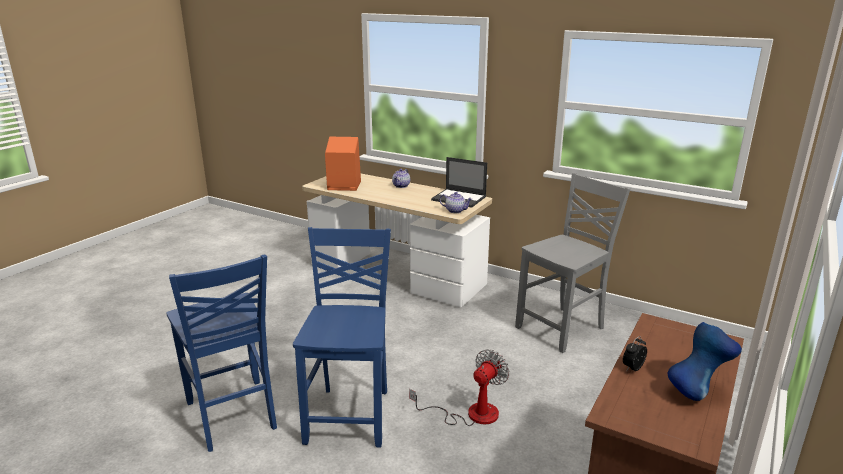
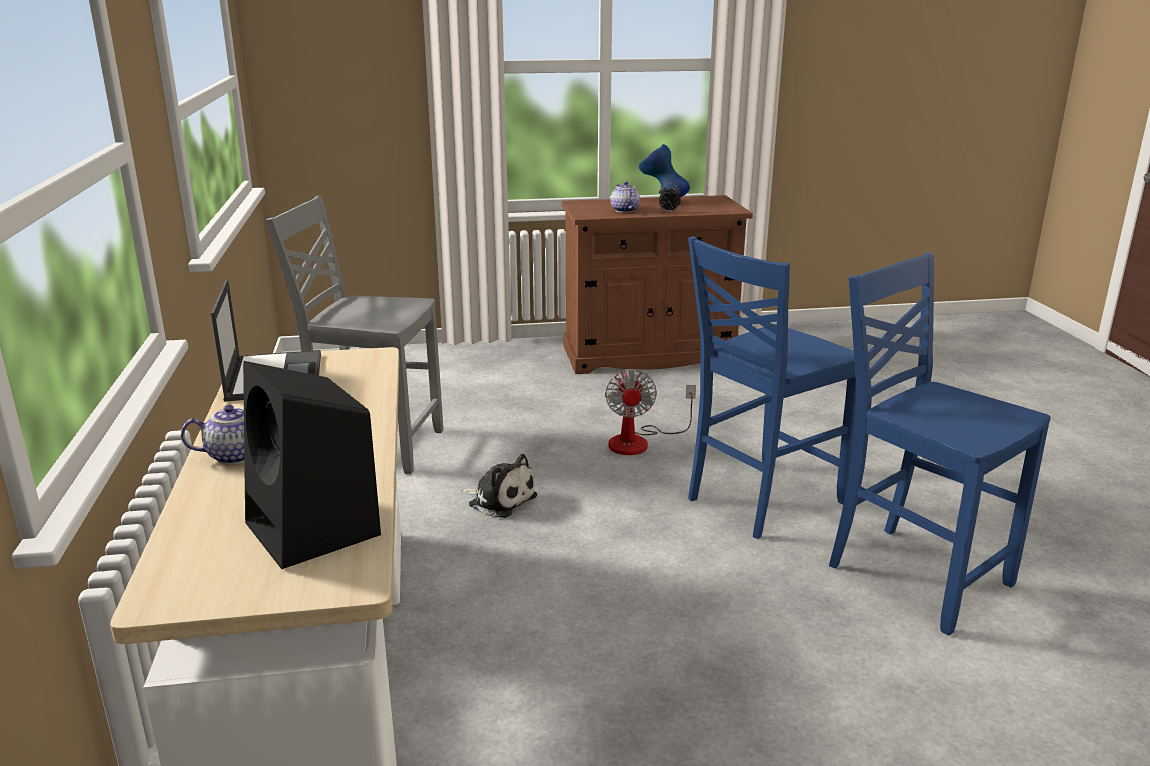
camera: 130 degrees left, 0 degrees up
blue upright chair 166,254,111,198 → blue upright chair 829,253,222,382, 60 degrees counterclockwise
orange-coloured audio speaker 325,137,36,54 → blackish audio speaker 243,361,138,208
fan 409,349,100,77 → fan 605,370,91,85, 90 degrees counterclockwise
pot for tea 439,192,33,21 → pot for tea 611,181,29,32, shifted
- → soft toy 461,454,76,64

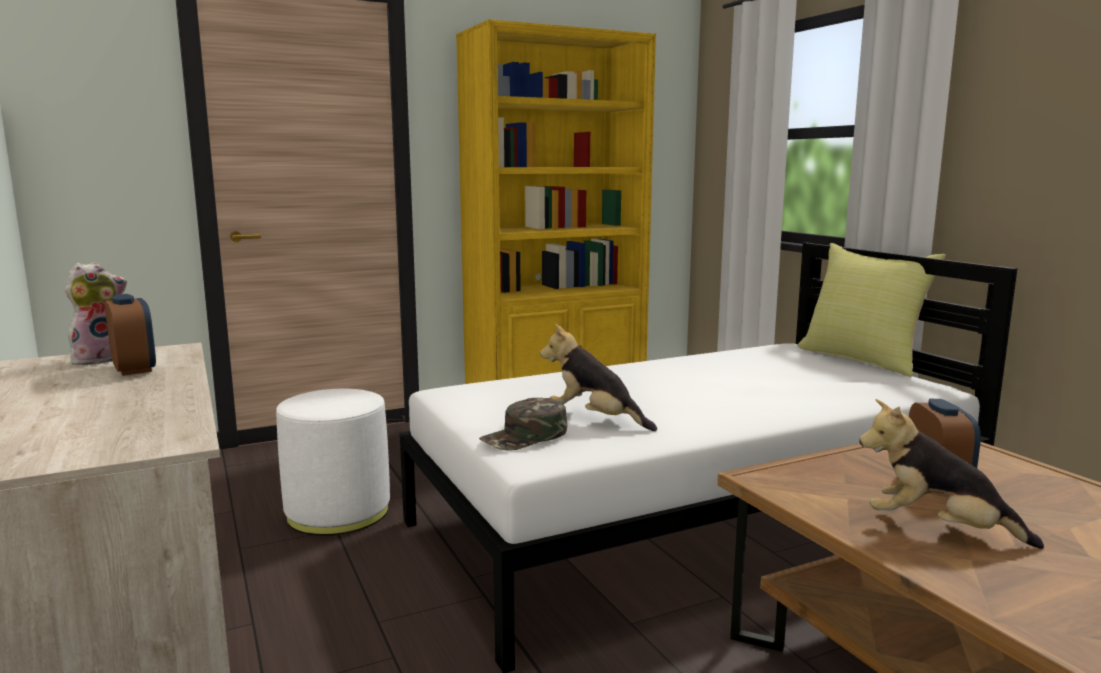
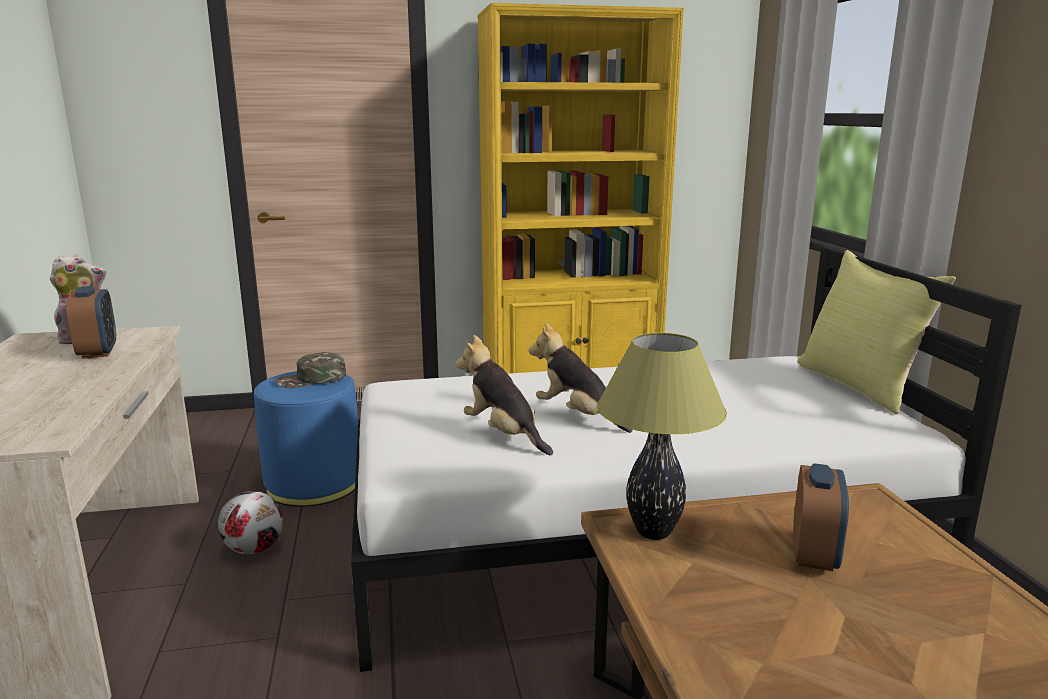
camera: 15 degrees right, 5 degrees up
white-coloured ottoman 276,389,114,147 → blue ottoman 254,371,104,136
greenish baseball cap 479,398,88,53 → greenish baseball cap 275,352,71,36, shifted
soft toy 859,399,185,150 → soft toy 529,323,104,110, shifted
- → football ball 218,491,65,63
- → tabletop lamp 597,333,130,207

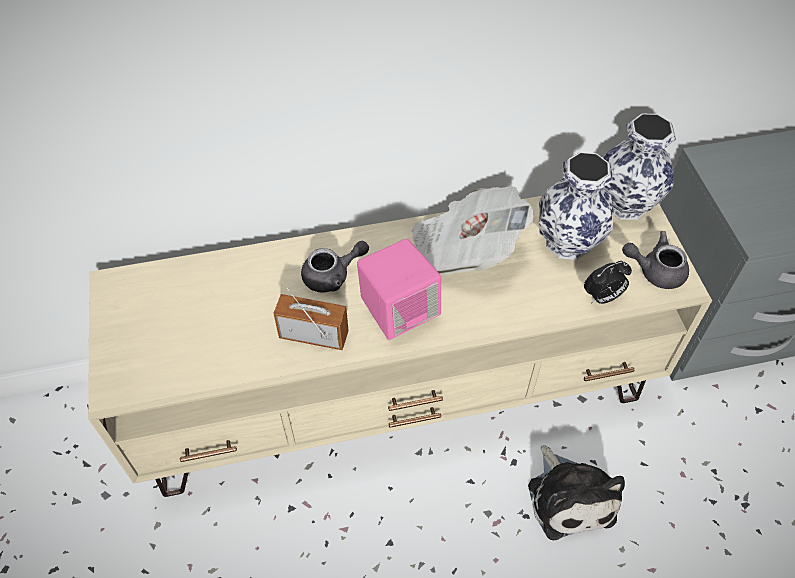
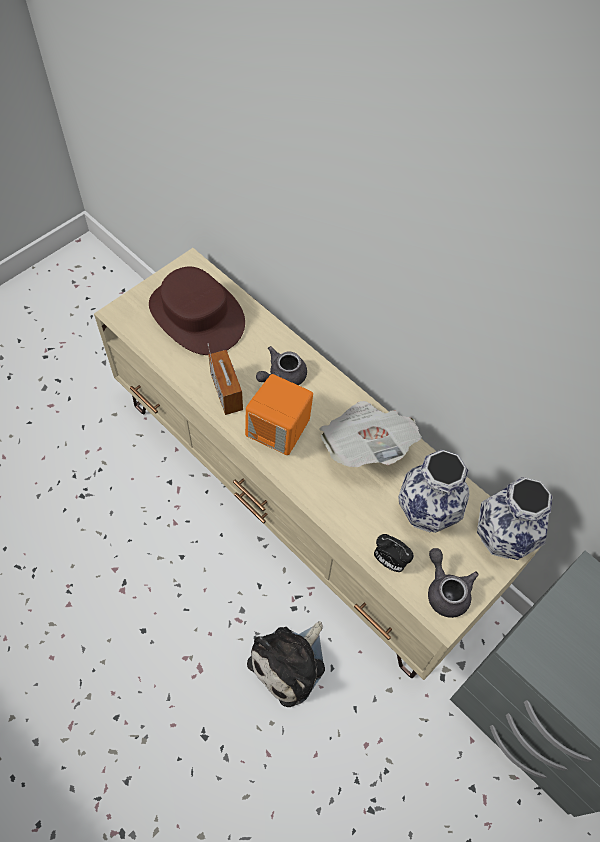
camera: 55 degrees right, 5 degrees up
gray pot for tea 301,241,68,51 → gray pot for tea 256,346,51,39, 105 degrees clockwise
pink-coloured audio speaker 357,239,84,101 → orange-coloured audio speaker 245,374,68,81
- → brownish wearable hat 149,267,96,88

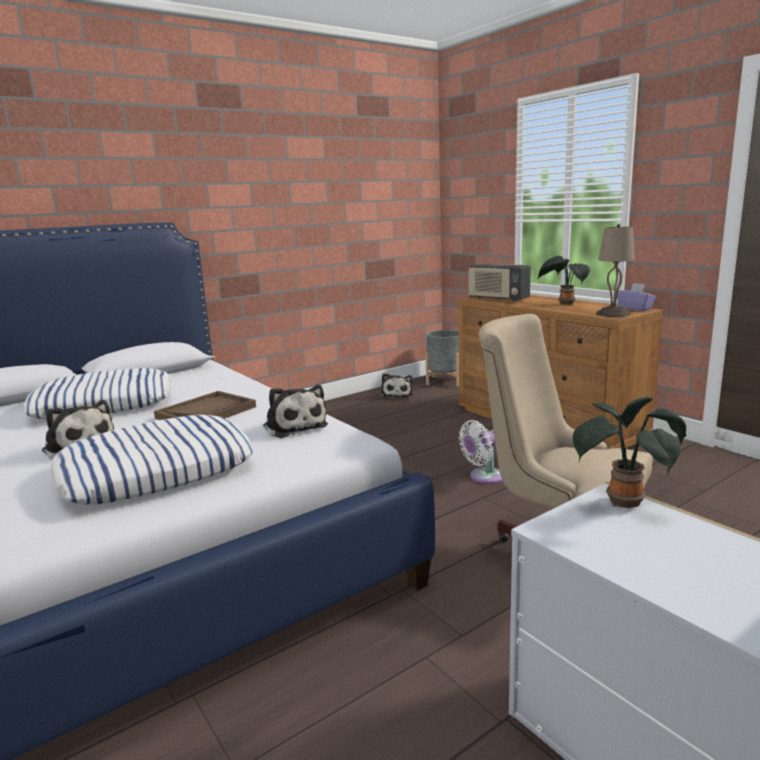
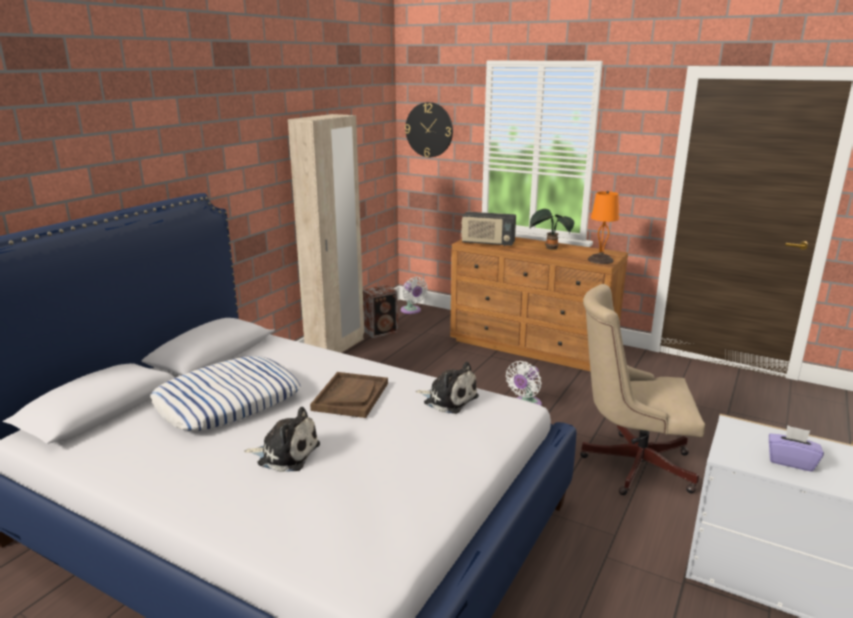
camera: 25 degrees left, 5 degrees up
pillow 51,415,202,89 → -
soft toy 381,373,32,26 → audio speaker 363,285,35,53
gray planter 425,330,34,56 → white-coloured fan 401,277,27,37
plant in a pot 573,397,113,111 → -
beige-coloured tabletop lamp 596,224,39,93 → orange-coloured tabletop lamp 588,191,31,73
purplish tissue box 617,283,39,28 → purplish tissue box 769,425,55,47, shifted
- → beige-coloured wardrobe 288,114,76,239
- → clock on the wall 405,102,48,55

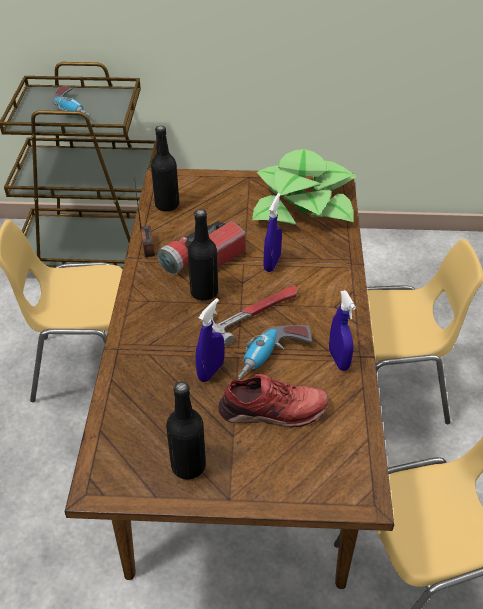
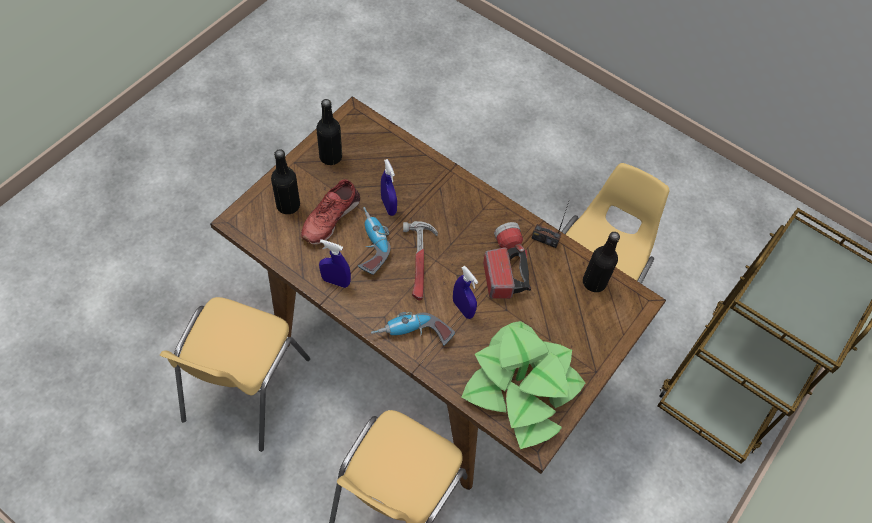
camera: 120 degrees right, 15 degrees up
power drill 52,87,39,29 → power drill 371,312,84,34, shifted
blackish drink bottle 188,209,30,92 → blackish drink bottle 271,149,29,65, shifted

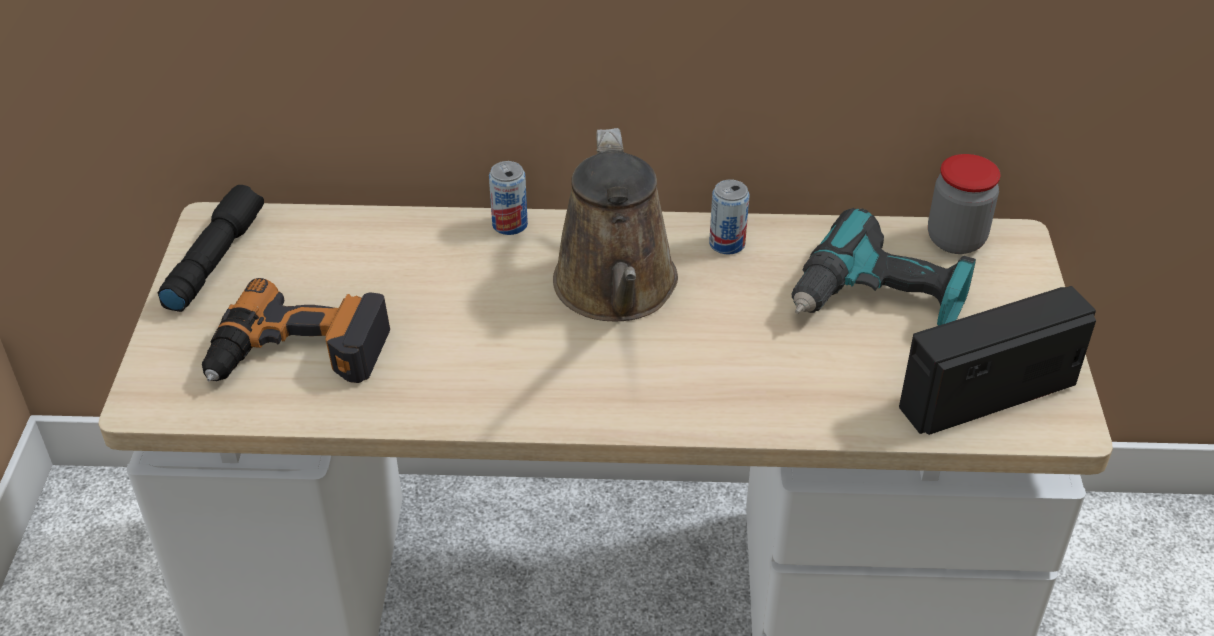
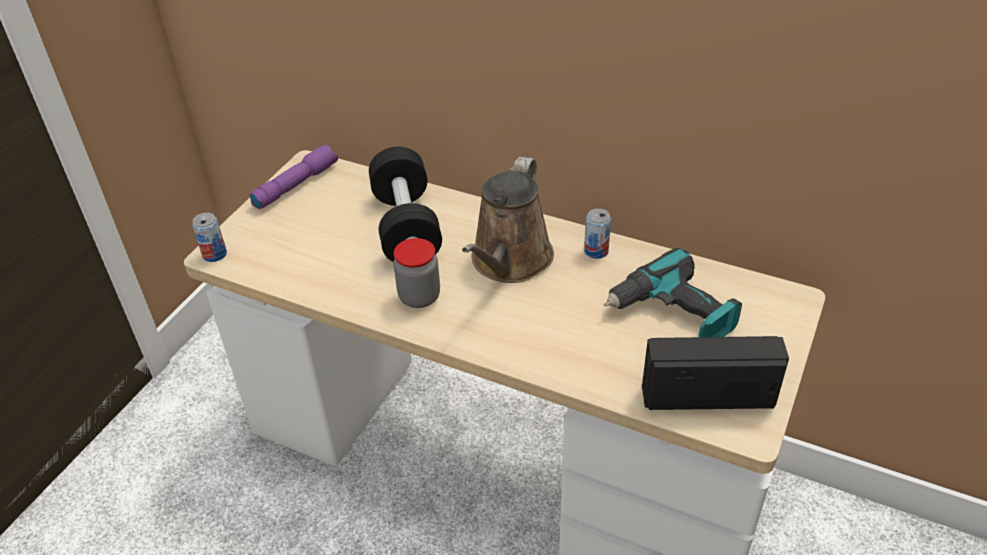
camera: 25 degrees right, 0 degrees up
blackish hand torch 158,185,106,127 → purplish hand torch 249,145,89,65
power drill 202,278,188,105 → -
metal can 489,161,39,74 → metal can 192,213,35,49, shifted
jar 928,154,73,100 → jar 393,238,47,70, shifted
- → blackish hand weight 369,147,73,115

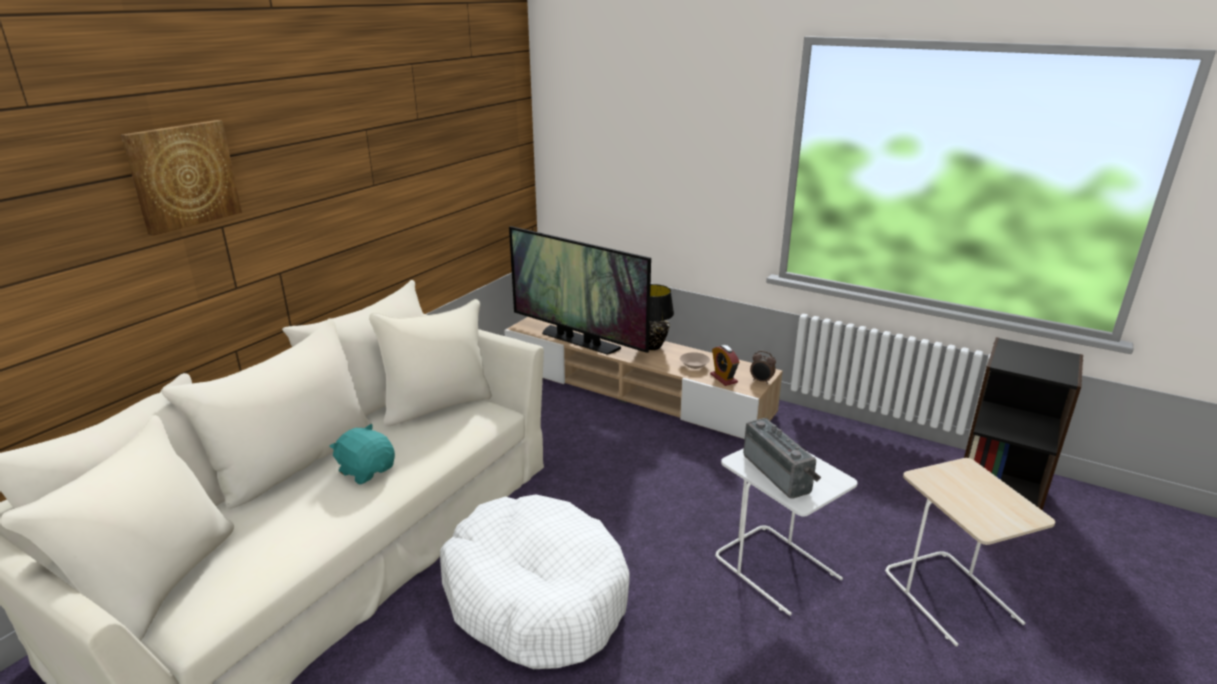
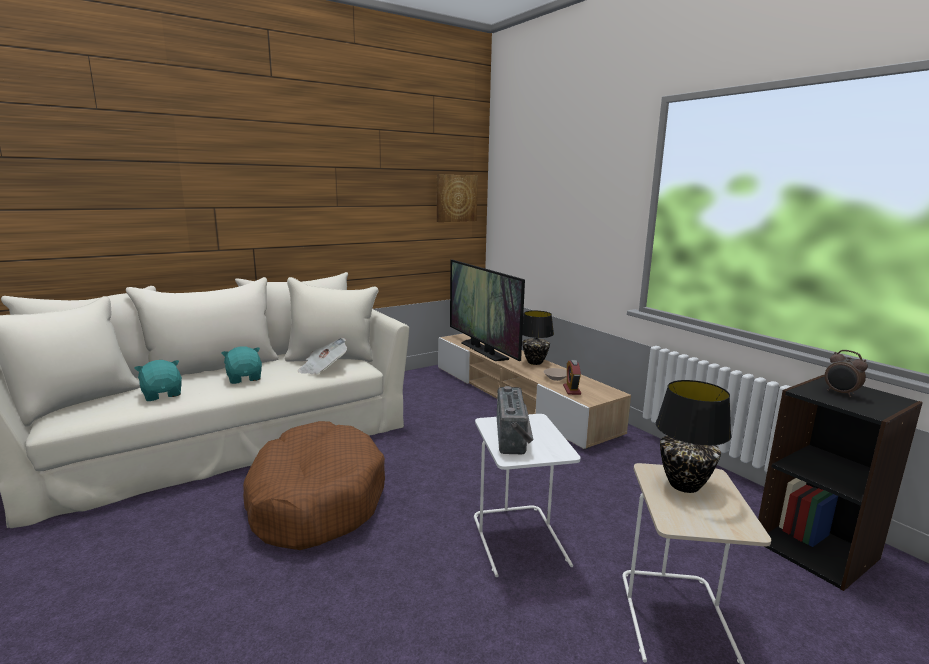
camera: 25 degrees right, 10 degrees down
picture 121,120,121,116 → picture 437,174,41,48, shifted
white-coloured dog cushion 440,494,190,175 → brownish dog cushion 243,421,142,129
table clock 750,351,26,33 → table clock 825,350,43,47, shifted
- → turquoise-coloured soft toy 134,360,48,41
- → newspaper 298,338,49,36
- → blackish tabletop lamp 656,380,75,113

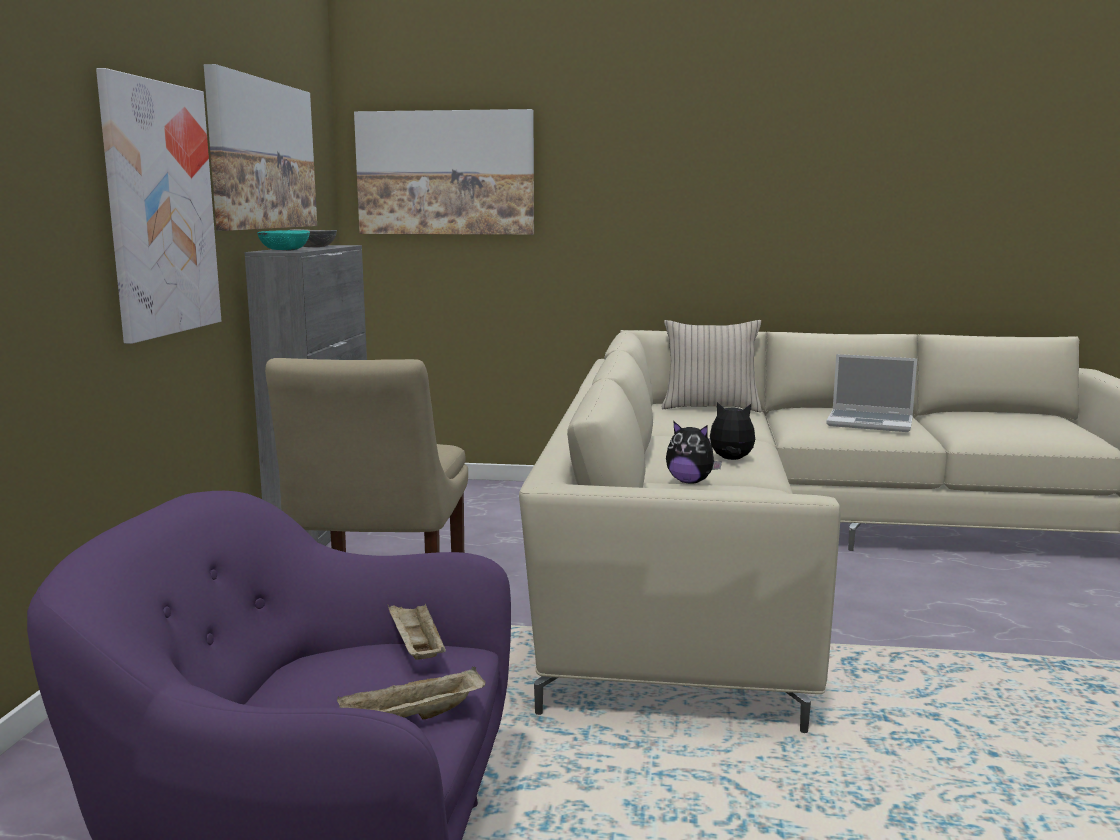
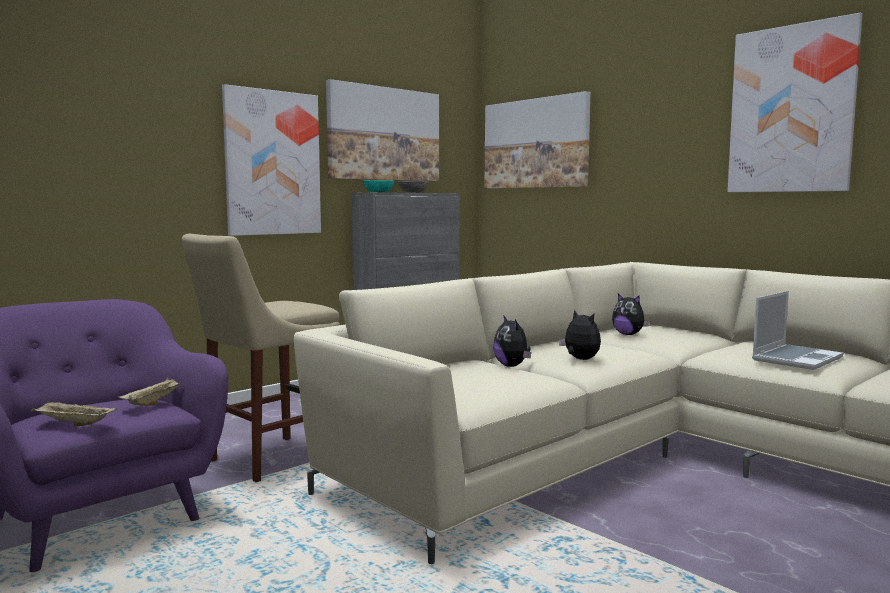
camera: 40 degrees right, 5 degrees down
beige-coloured pillow 662,320,100,92 → -
laptop 826,354,91,78 → laptop 752,291,91,79, 105 degrees counterclockwise
- → soft toy 612,294,38,41
- → picture 727,13,135,179

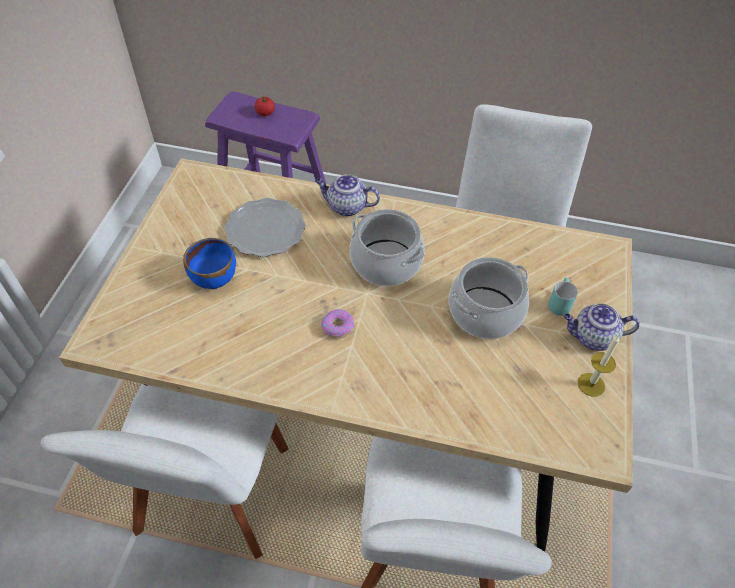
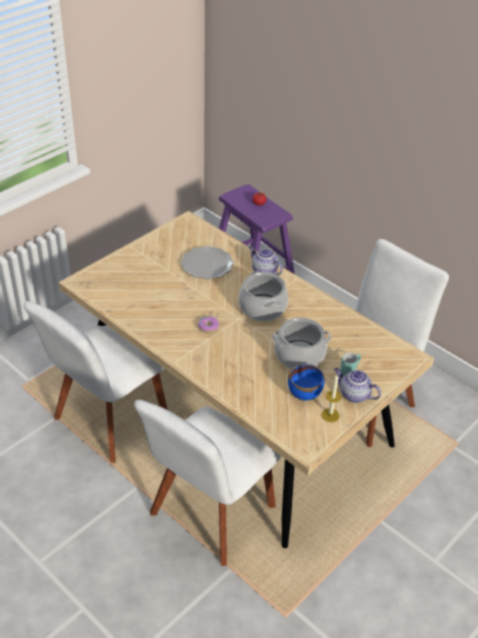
camera: 30 degrees right, 10 degrees down
blue bowl 183,238,53,51 → blue bowl 288,364,36,37, shifted

